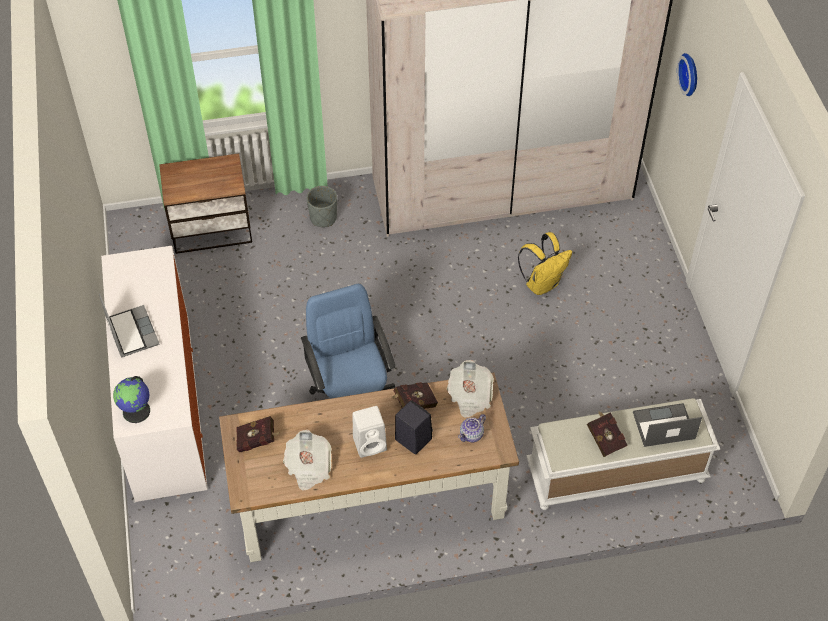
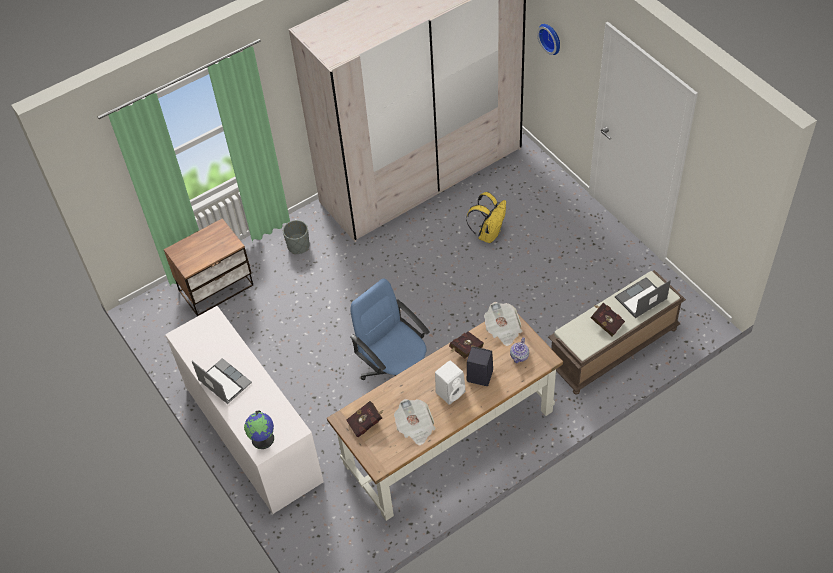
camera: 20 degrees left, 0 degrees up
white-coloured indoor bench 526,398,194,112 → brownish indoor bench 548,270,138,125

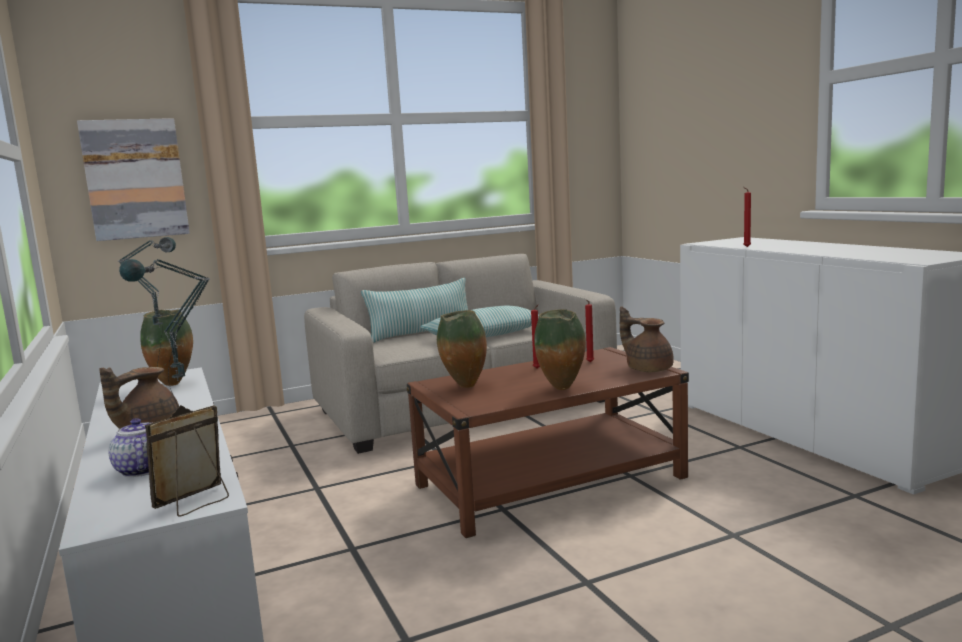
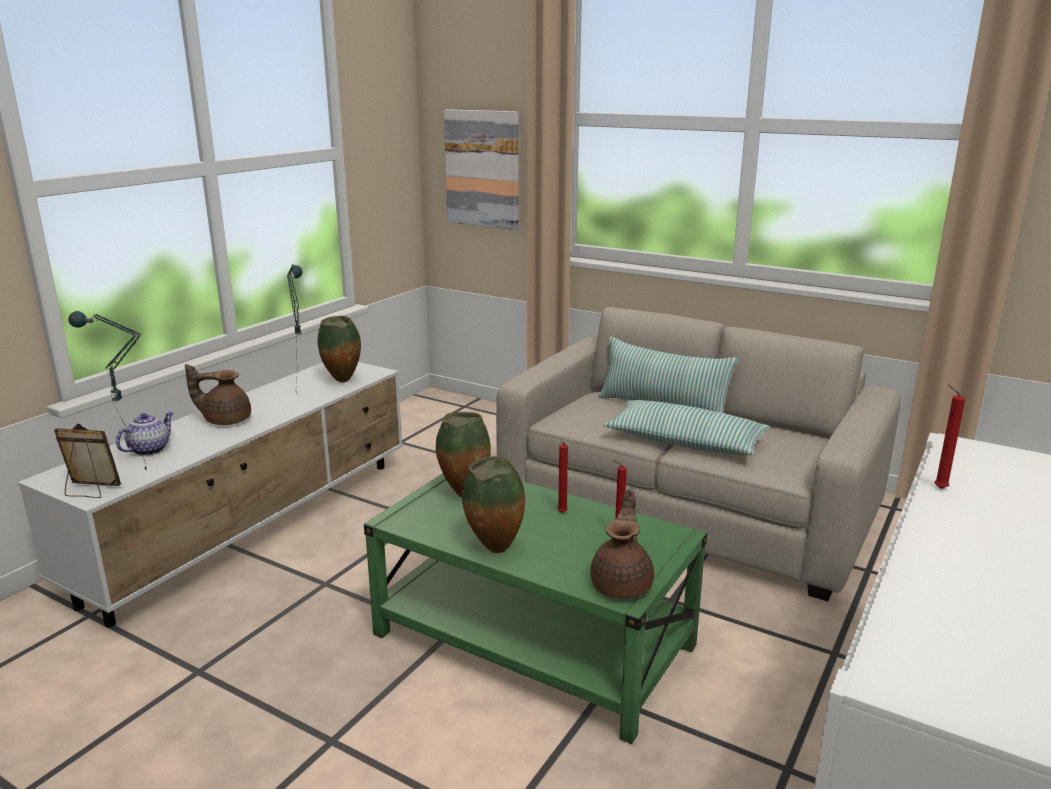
camera: 55 degrees right, 10 degrees up
brownish coffee table 407,347,282,191 → greenish coffee table 364,473,343,271

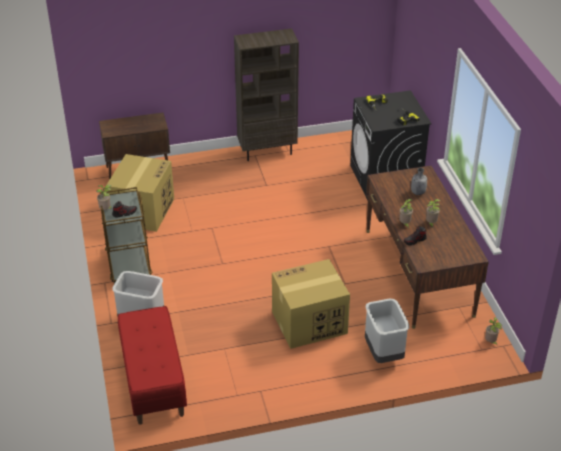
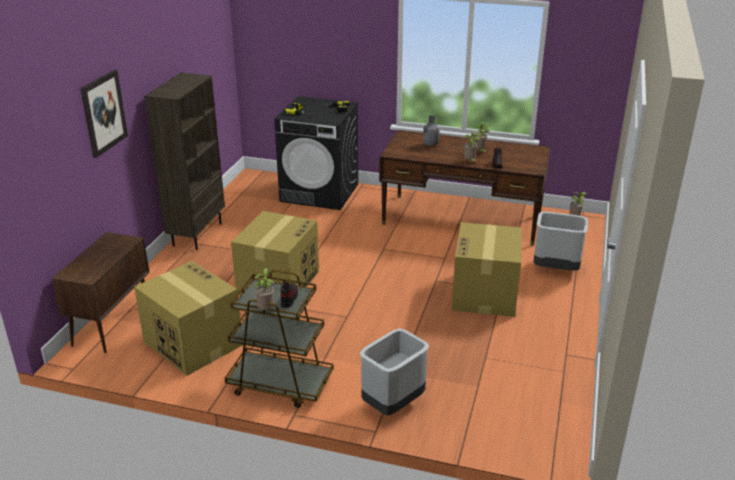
camera: 60 degrees left, 10 degrees down
reddish indoor bench 118,306,69,118 → -
- → picture 80,69,48,89
- → packing box 231,211,88,84

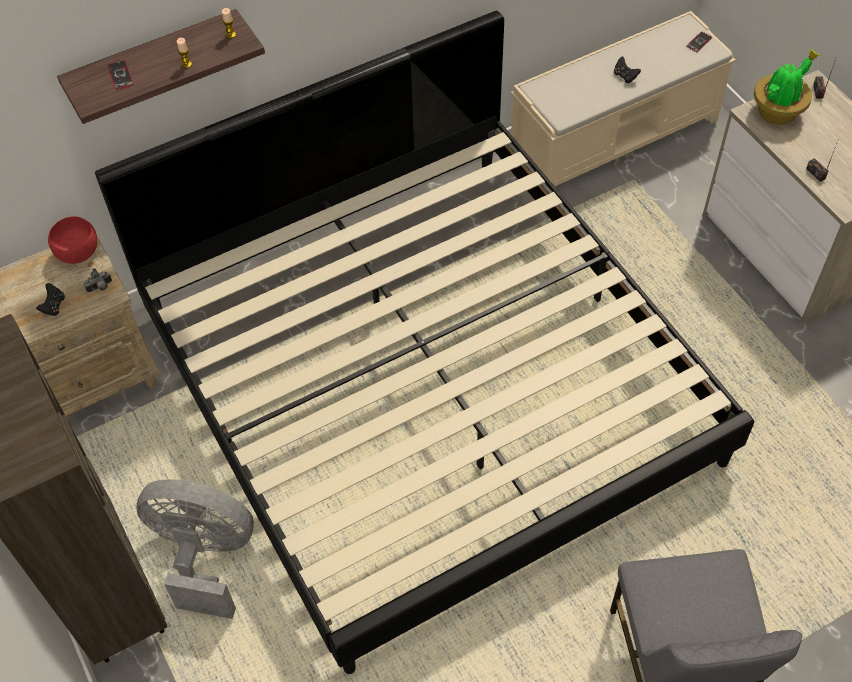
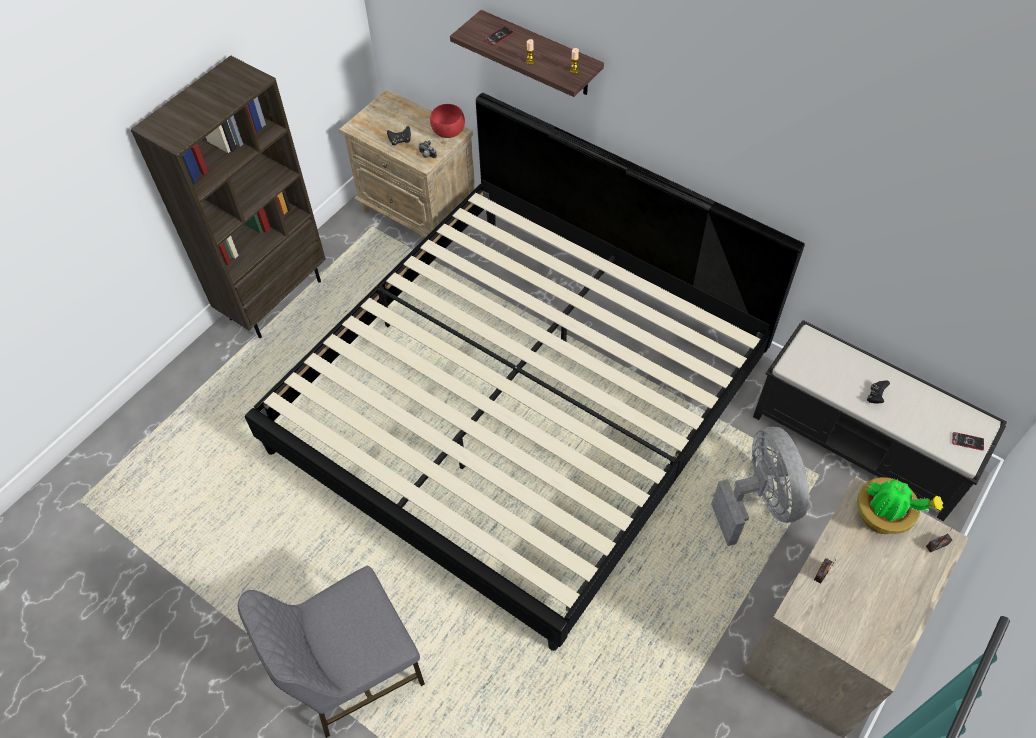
camera: 65 degrees right, 0 degrees up
gray fan 136,479,118,140 → gray fan 711,427,98,119, shifted
beige-coloured indoor bench 511,11,225,175 → blackish indoor bench 753,320,254,201

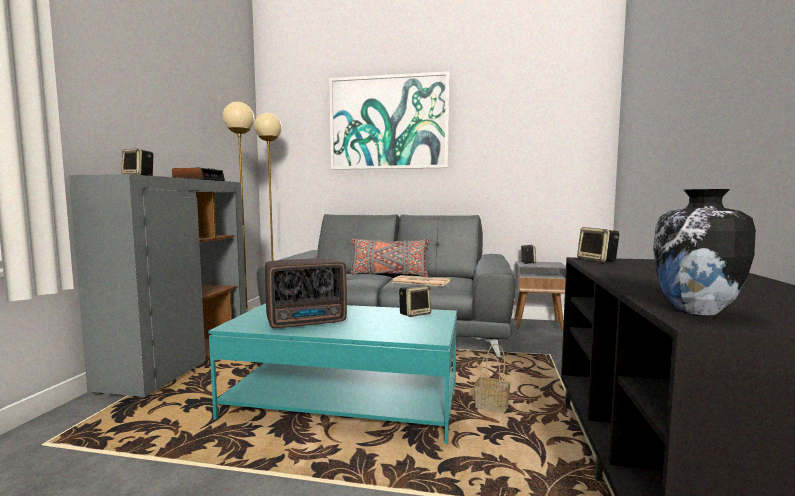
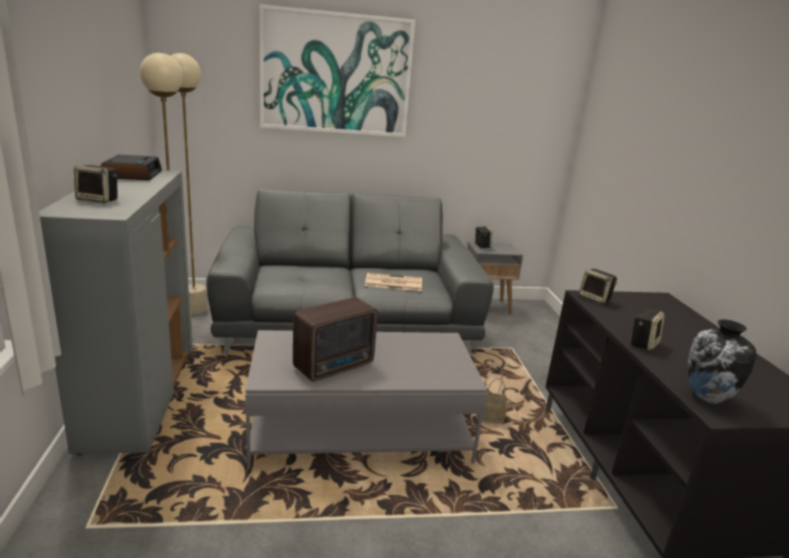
camera: 20 degrees left, 15 degrees up
turquoise-coloured coffee table 208,303,249,141 → gray coffee table 245,330,242,139
gray pillow 350,238,79,39 → -
audio speaker 399,286,32,31 → audio speaker 630,308,35,43, shifted

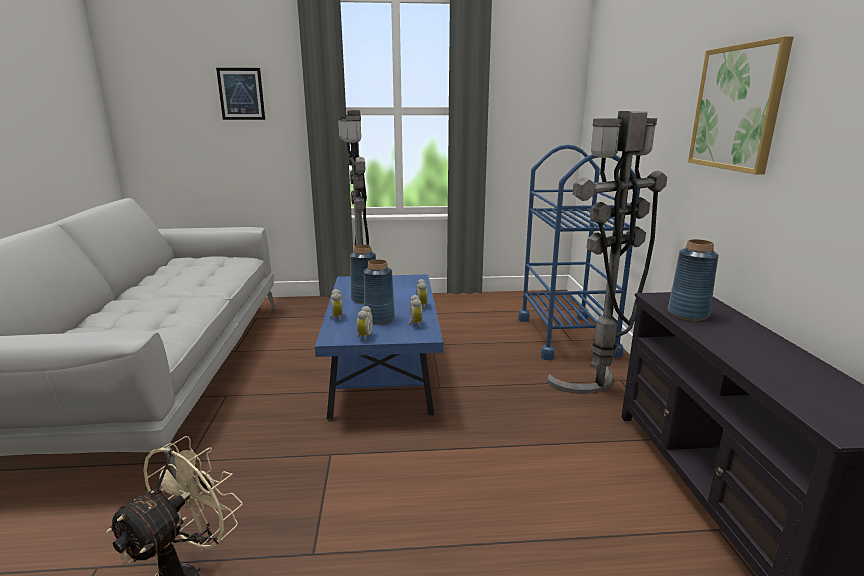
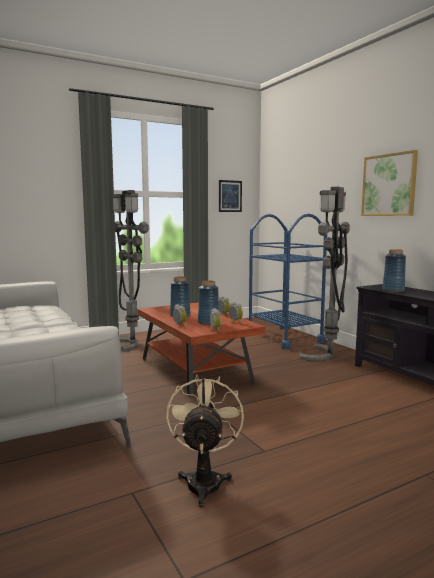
camera: 25 degrees left, 10 degrees down
picture 216,68,49,52 → picture 219,180,23,32, shifted
blue coffee table 315,275,129,146 → brownish coffee table 137,302,128,95

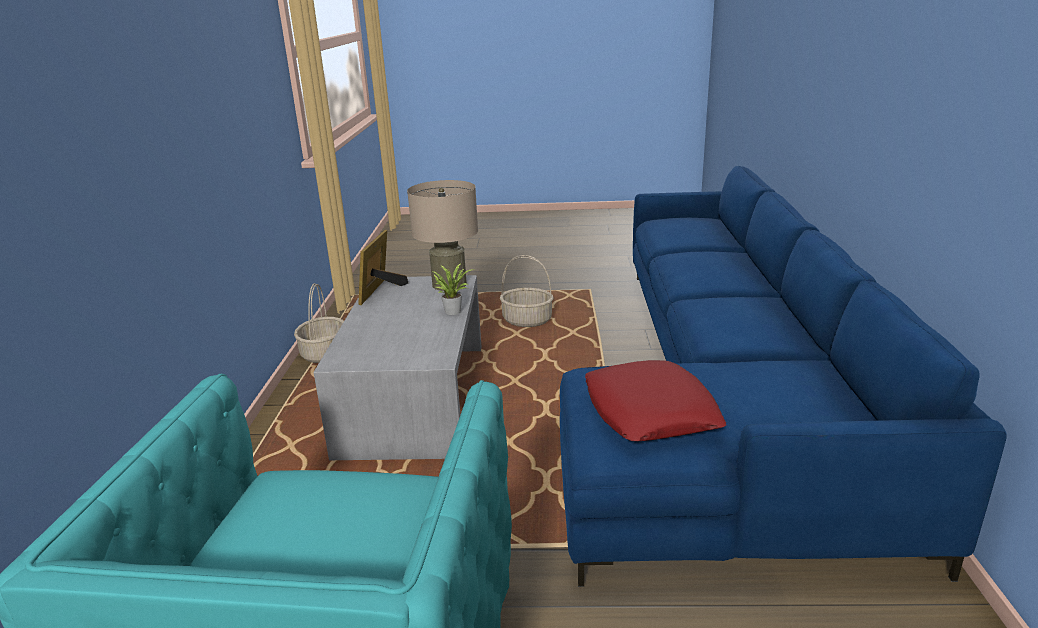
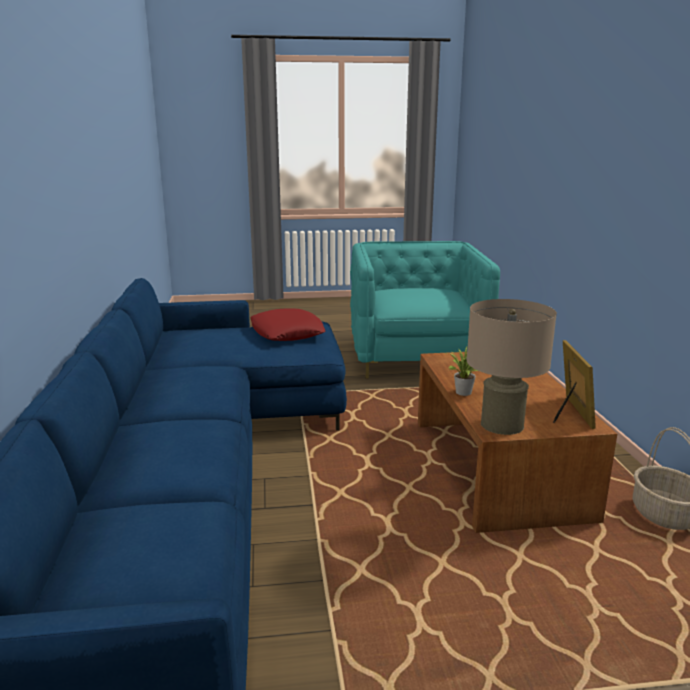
camera: 170 degrees right, 5 degrees down
gray coffee table 314,275,167,185 → brownish coffee table 418,352,199,181
household basket 500,255,53,72 → -

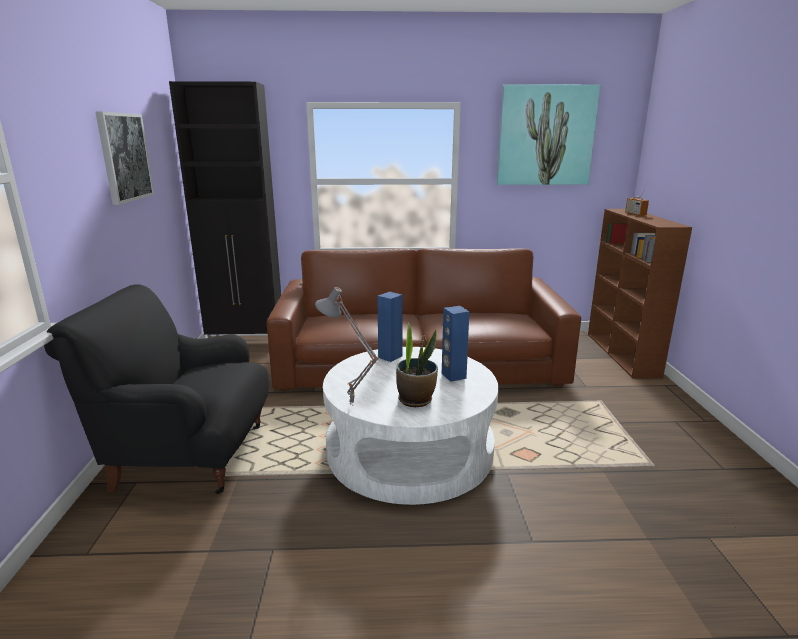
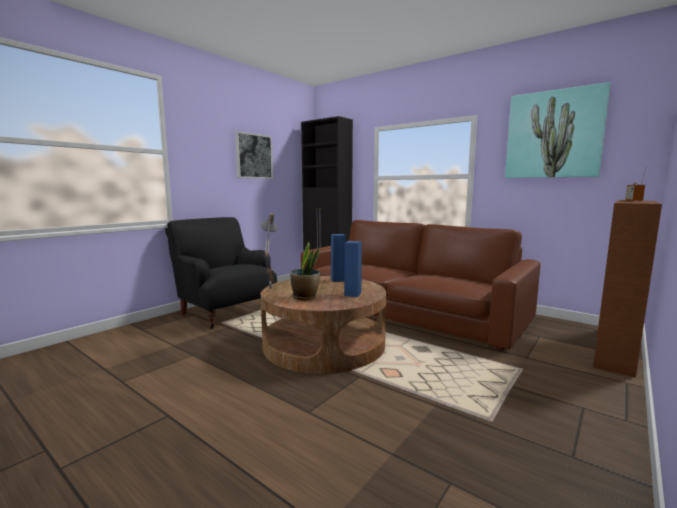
camera: 40 degrees right, 10 degrees down
white-coloured coffee table 323,347,176,158 → brownish coffee table 261,276,125,98

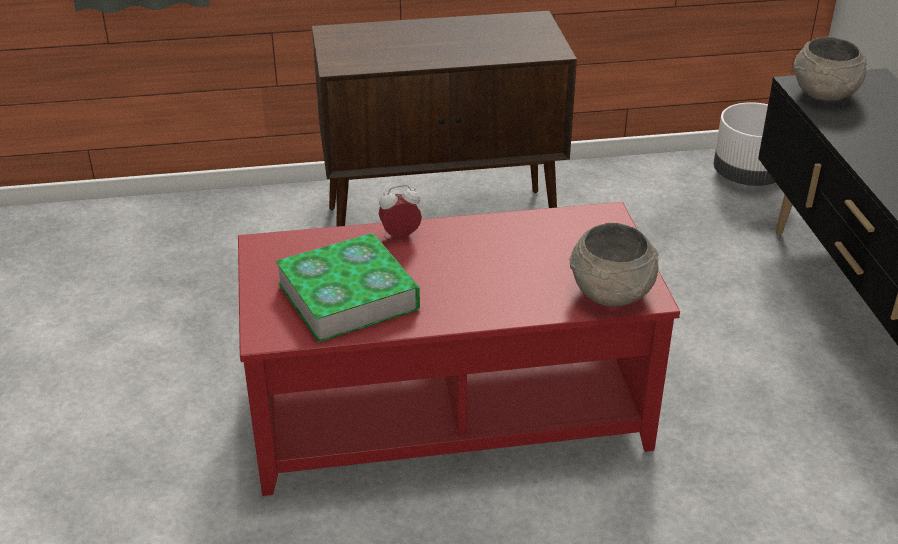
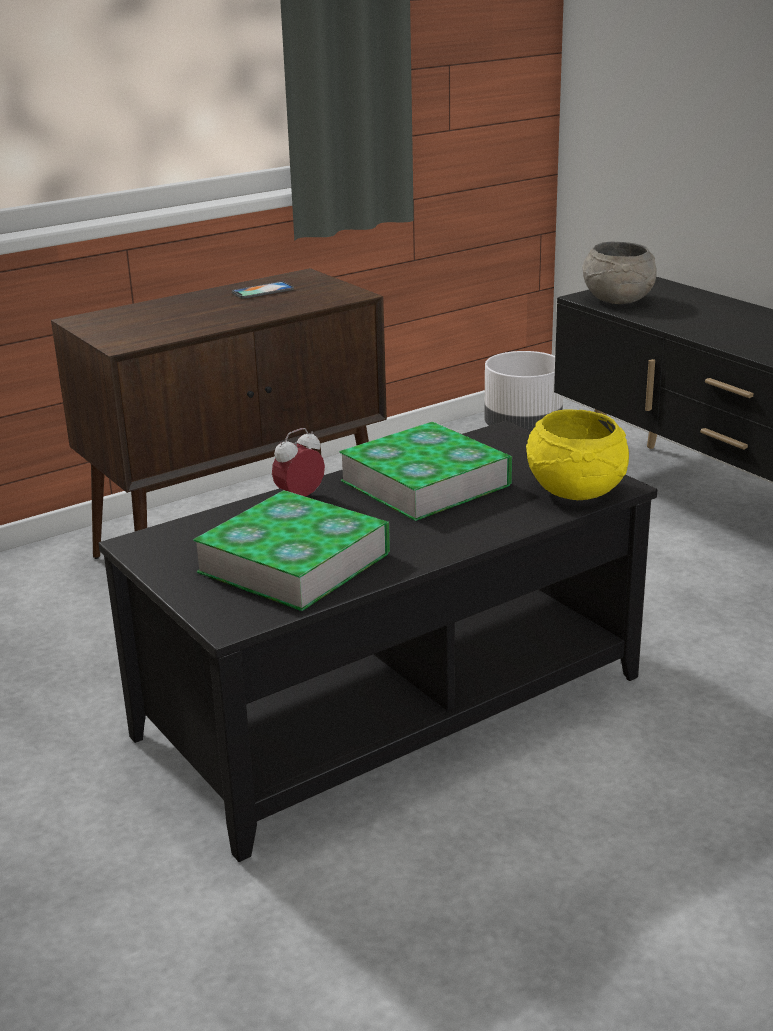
camera: 25 degrees left, 10 degrees down
reddish coffee table 238,202,442,294 → blackish coffee table 99,421,558,441
gray bowl 570,223,88,83 → yellow bowl 526,410,103,90
- → phone 232,281,62,18
- → volume 339,422,173,99

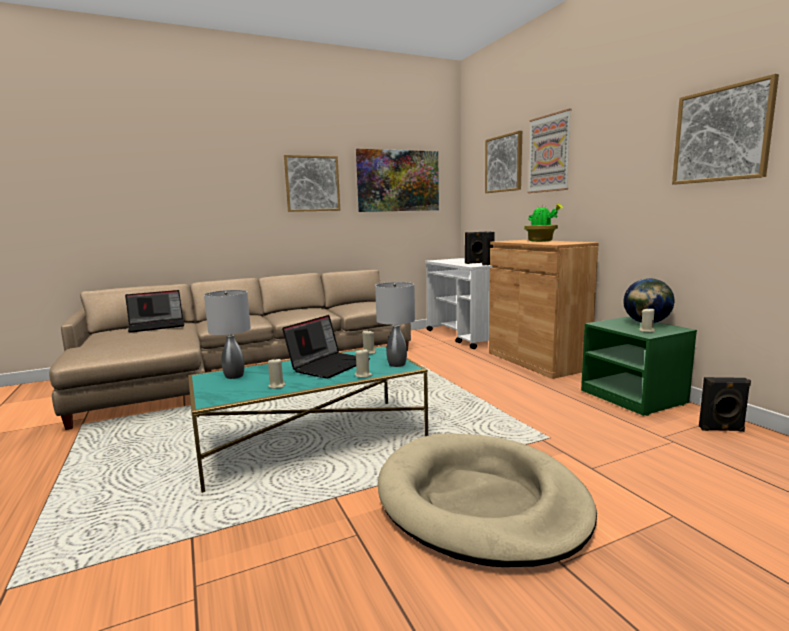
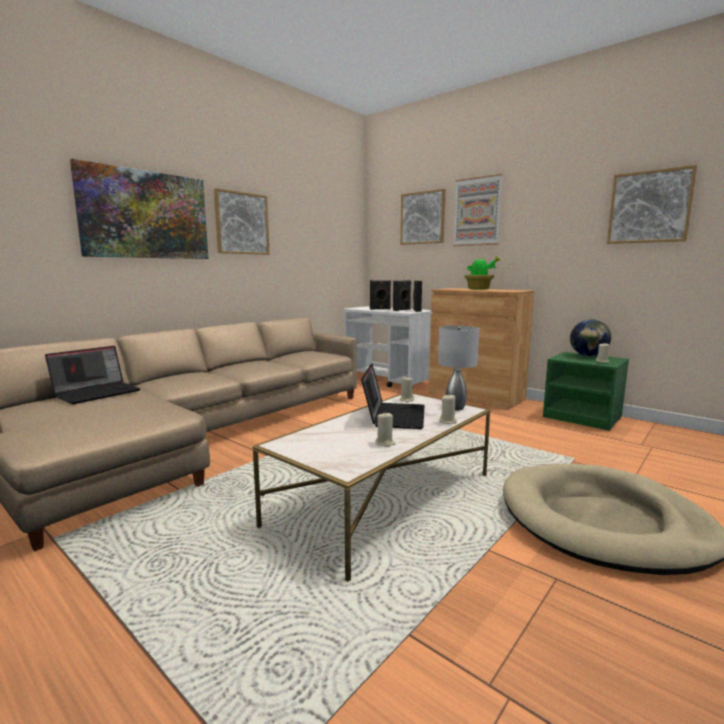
camera: 25 degrees left, 0 degrees up
turquoise-coloured coffee table 188,346,240,147 → white-coloured coffee table 253,393,237,189
gray tabletop lamp 204,290,47,89 → -
picture 356,149,83,63 → picture 70,159,138,100, shifted
blackish audio speaker 699,377,52,55 → blackish audio speaker 370,280,21,30, shifted

